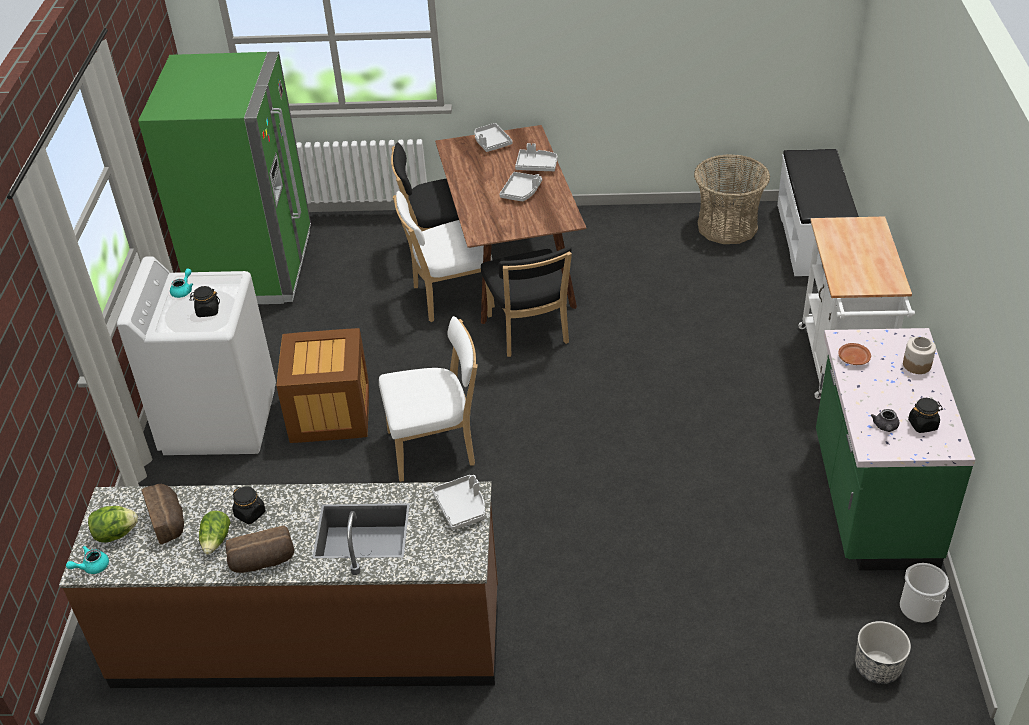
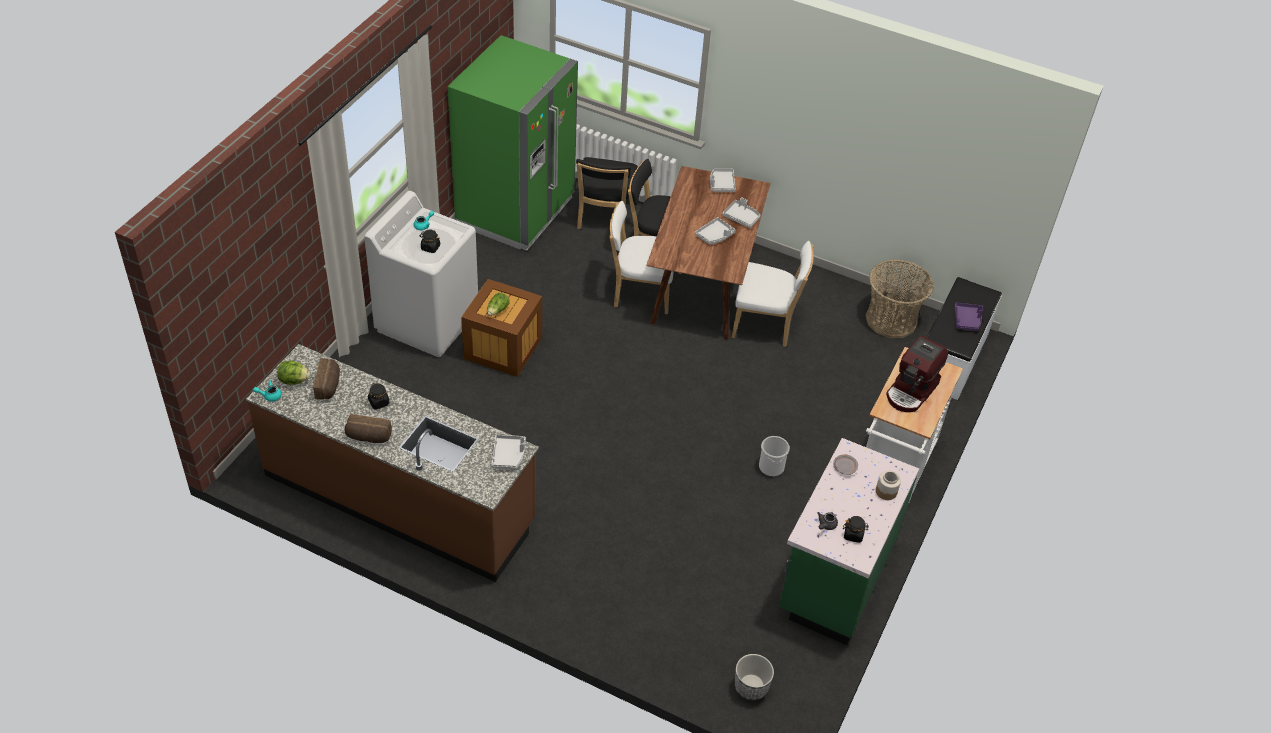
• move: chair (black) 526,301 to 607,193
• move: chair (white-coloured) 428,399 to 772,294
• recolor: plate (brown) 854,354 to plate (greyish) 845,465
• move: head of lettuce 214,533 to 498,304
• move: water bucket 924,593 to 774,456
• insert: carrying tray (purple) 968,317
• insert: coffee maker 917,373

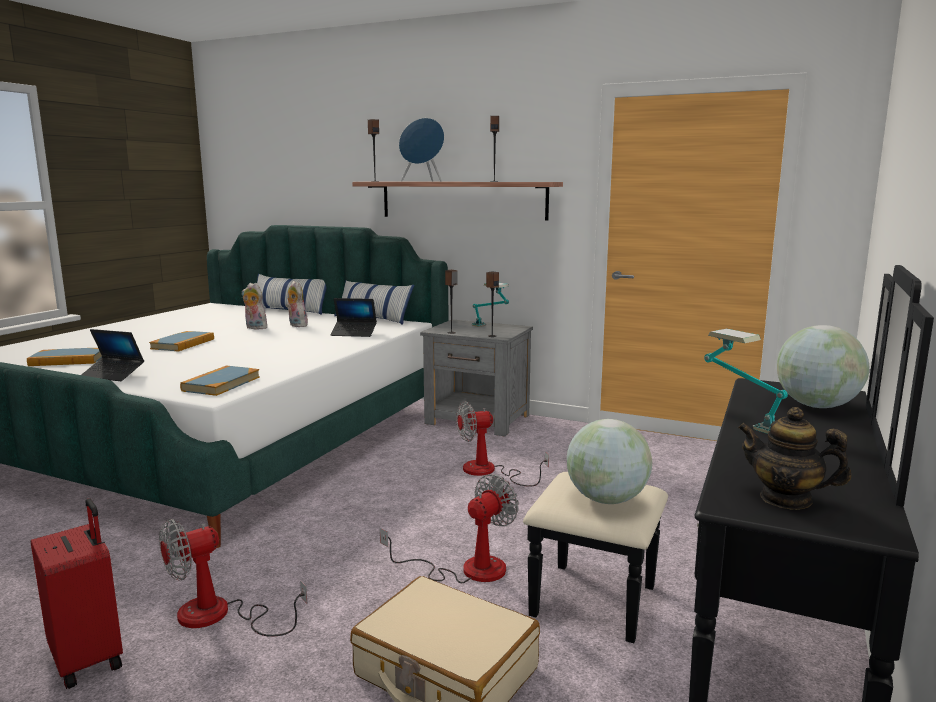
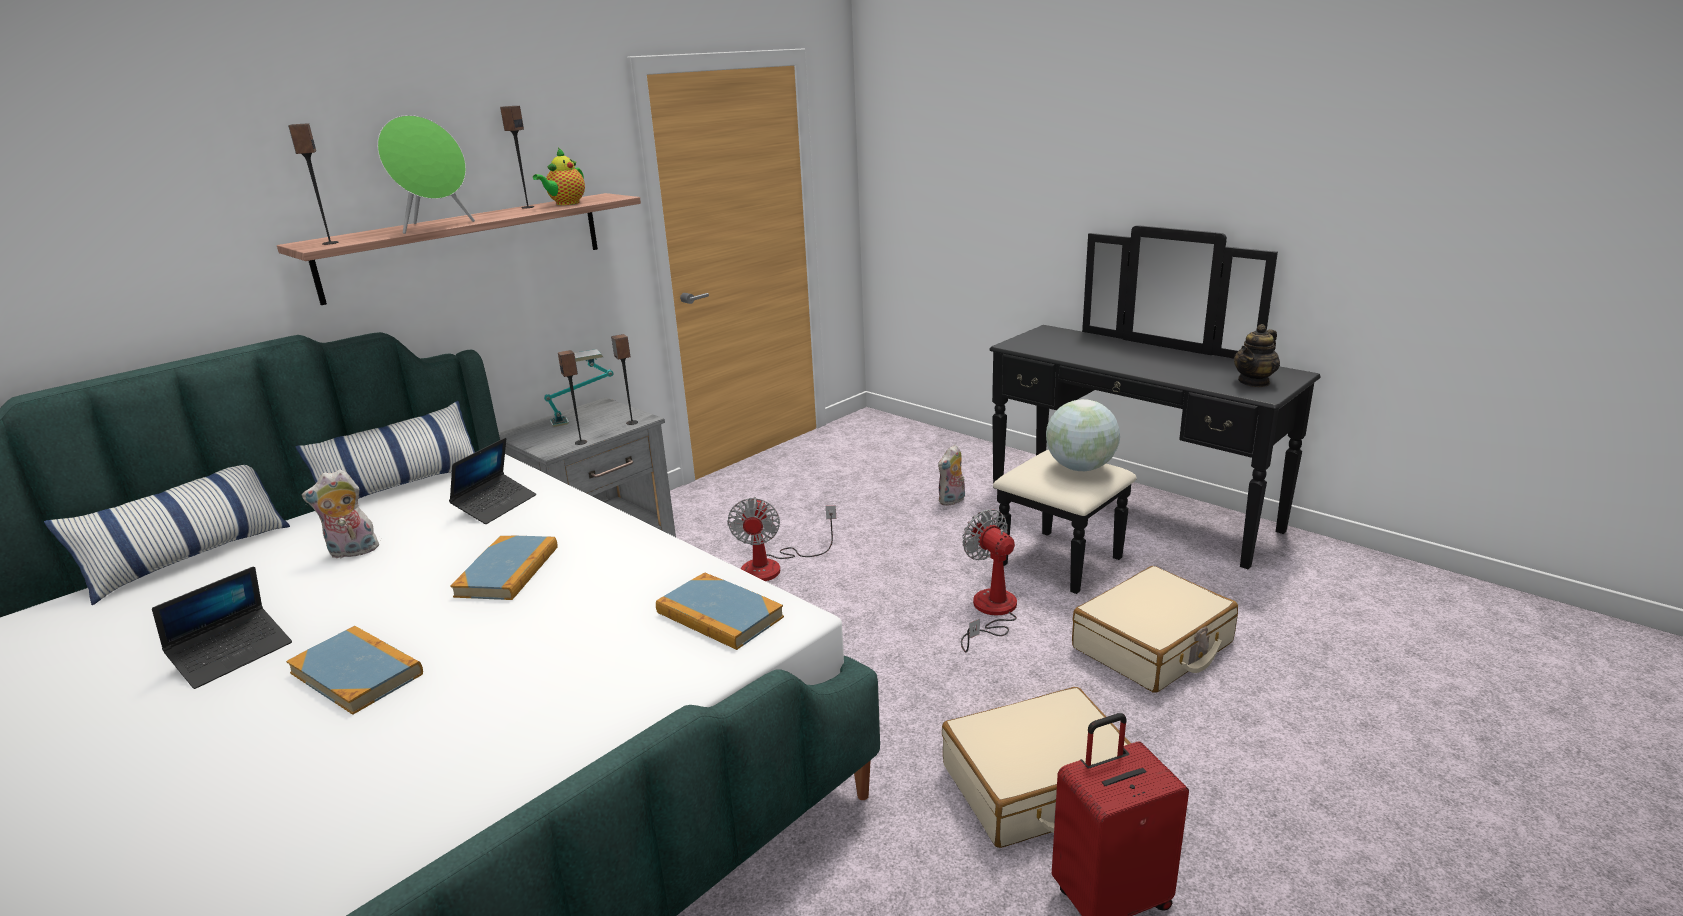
• recolor: audio speaker (blue) 421,150 to audio speaker (green-coloured) 426,174
• move: cuddly toy 254,306 to 951,475
• delete: world globe 823,366
• move: portable computer 112,355 to 222,627
• delete: lamp for a table 746,381
• move: volume 64,357 to 504,568
• replace: electric fan 233,578 to suitcase (sand-coloured) 1036,767
• insert: tea pot 559,176

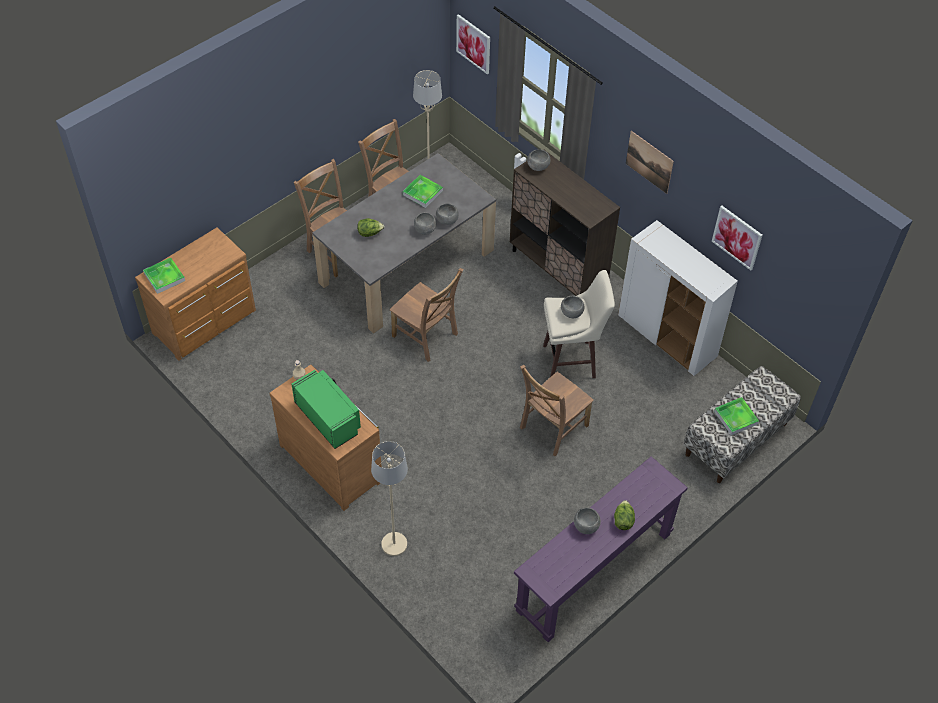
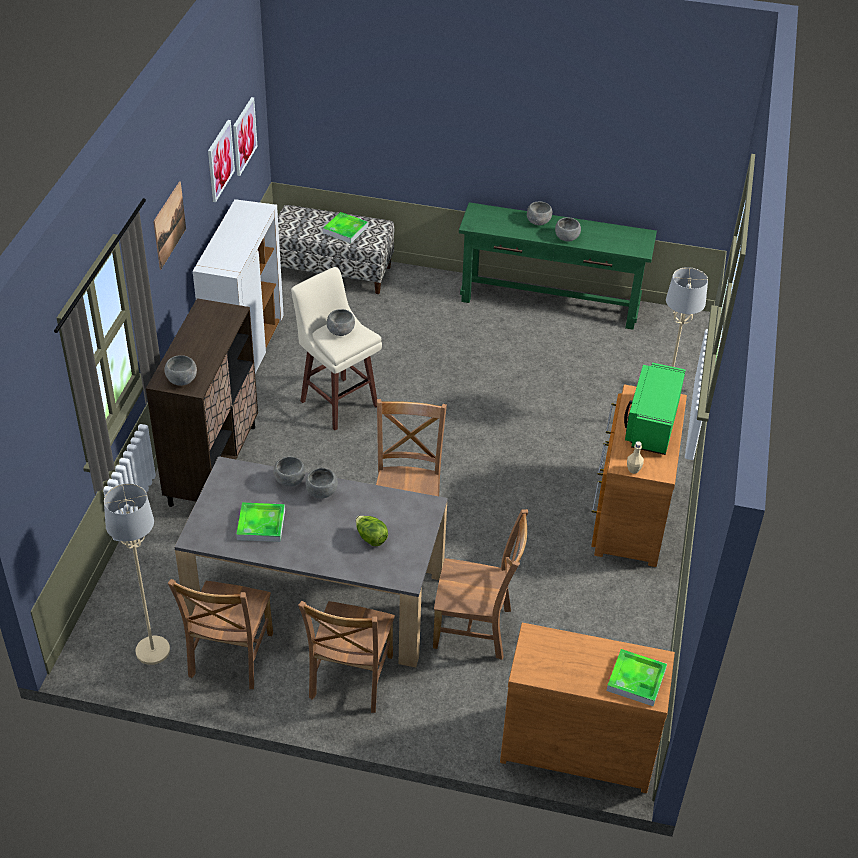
• move: wall picture 473,44 to 245,136
• move: chair (brown) 557,411 to 480,584
• recolor: hall table (purple) 601,549 to hall table (green-coloured) 558,265
• replace: head of lettuce 624,515 to serving bowl (greyish) 539,213

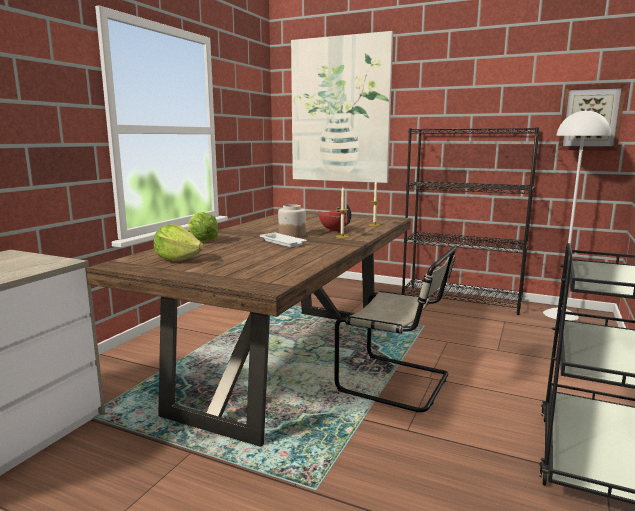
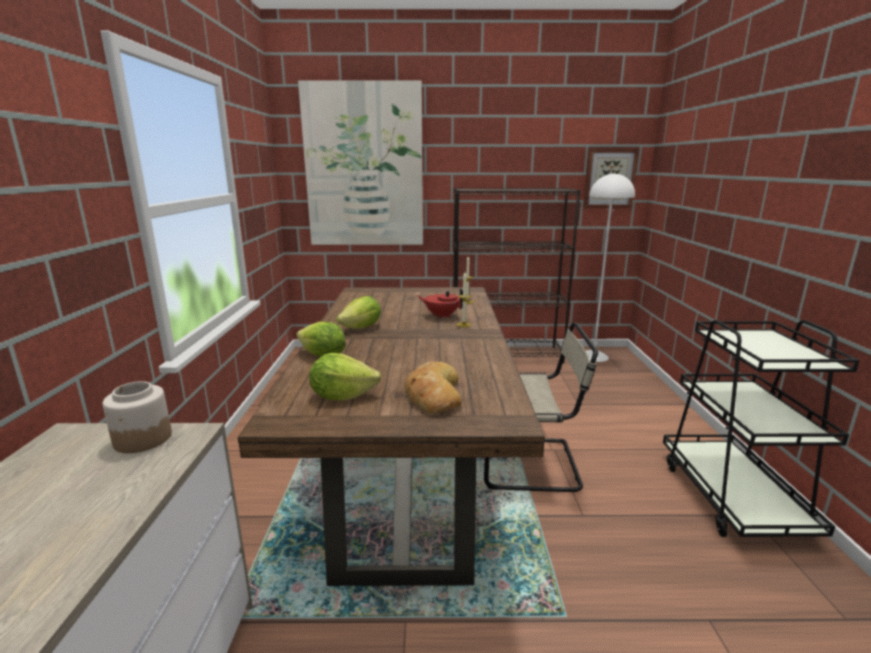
• move: storage jar 292,220 to 137,417
• delete: carrying tray (white-coloured) 283,239
• insert: head of lettuce 358,312
• insert: bread 433,388

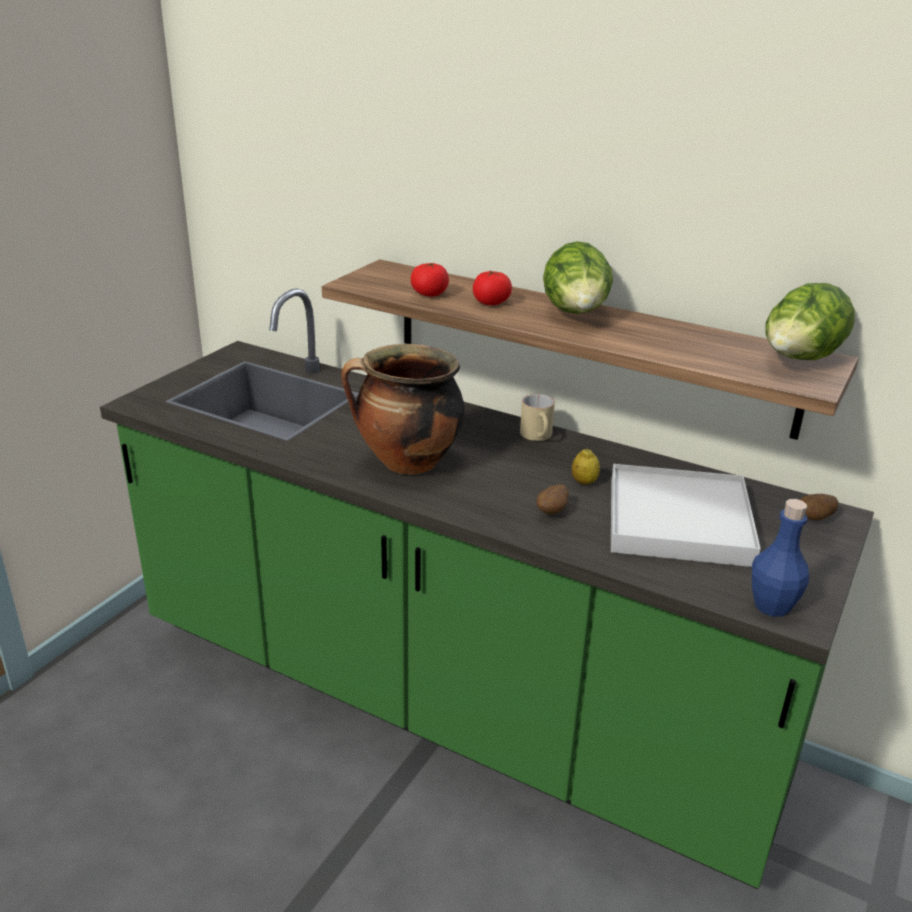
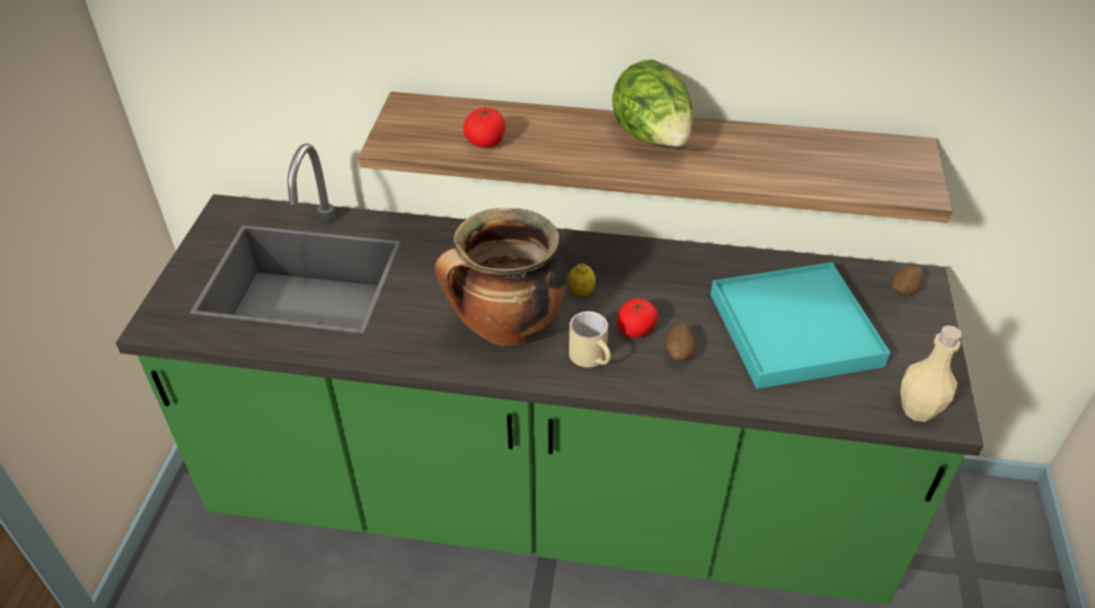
• move: tomato 492,288 to 637,318
• delete: head of lettuce 810,321
• move: tea mug (sand-coloured) 537,417 to 590,339
• move: citrus fruit 586,467 to 581,280
• recolor: carrying tray (white-coloured) 686,515 to carrying tray (turquoise-coloured) 800,325
• recolor: bottle (blue) 780,558 to bottle (sand-coloured) 931,373

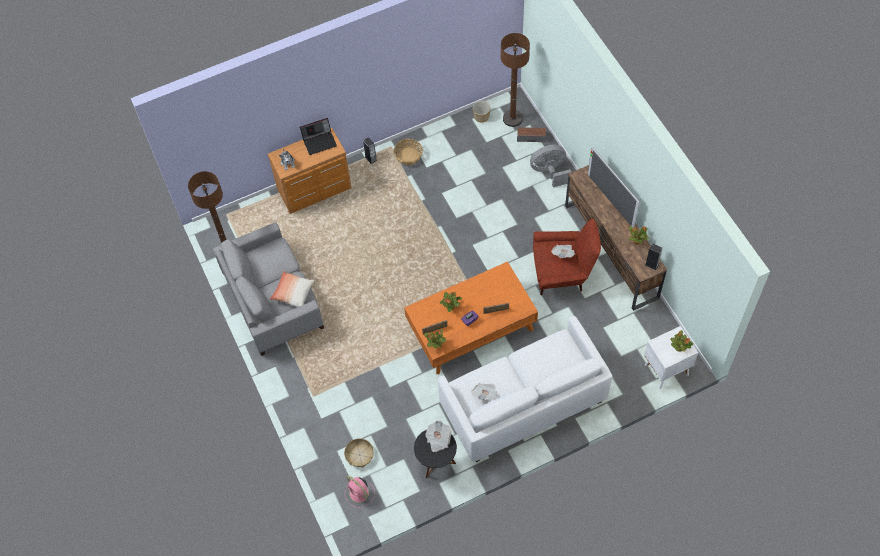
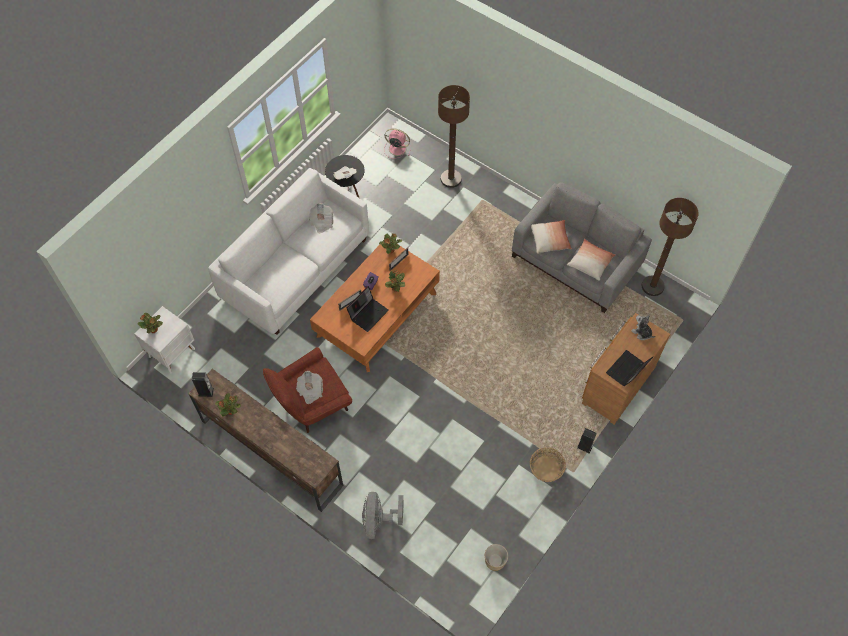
• move: standing lamp (brown) 515,80 to 454,136
• delete: audio speaker 531,134
• rotate: electric fan (greyish) 551,166 = 383,515 135 degrees clockwise
• delete: television 614,187
• delete: household basket 359,452
• insert: throw pillow 591,260
• insert: portable computer 368,309

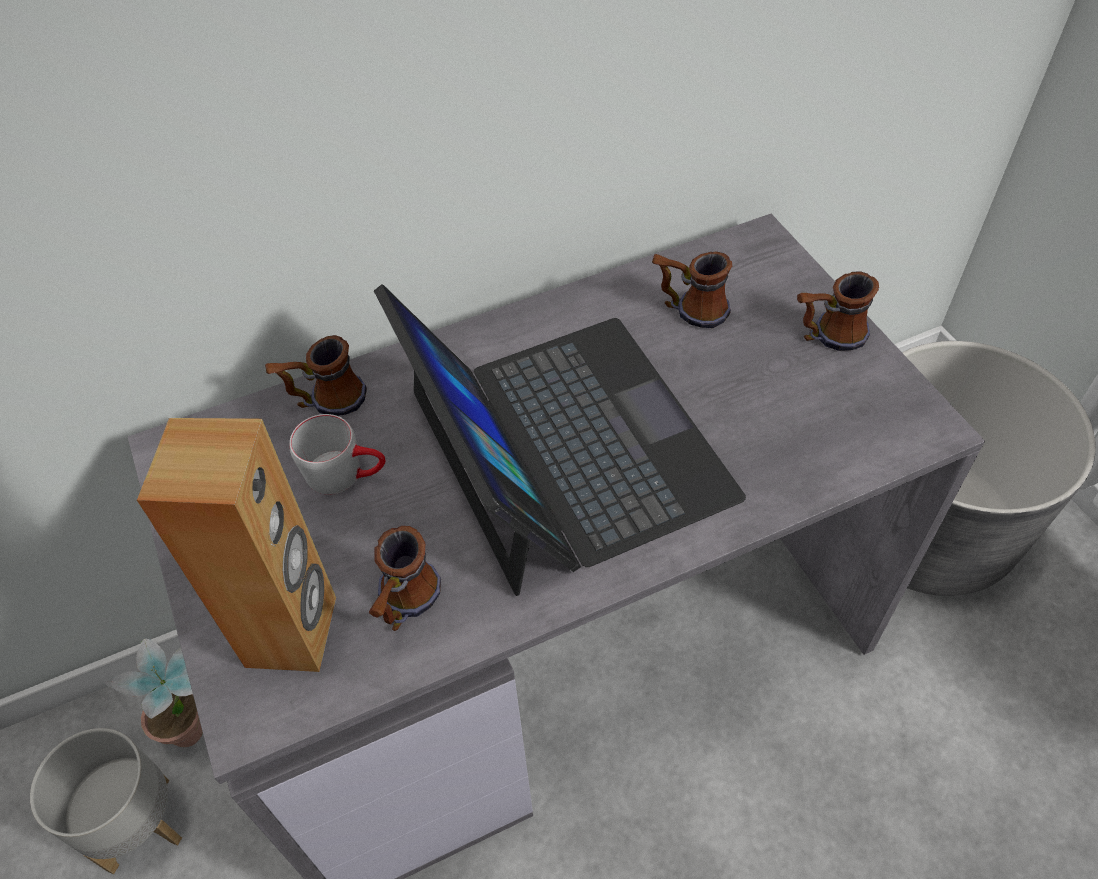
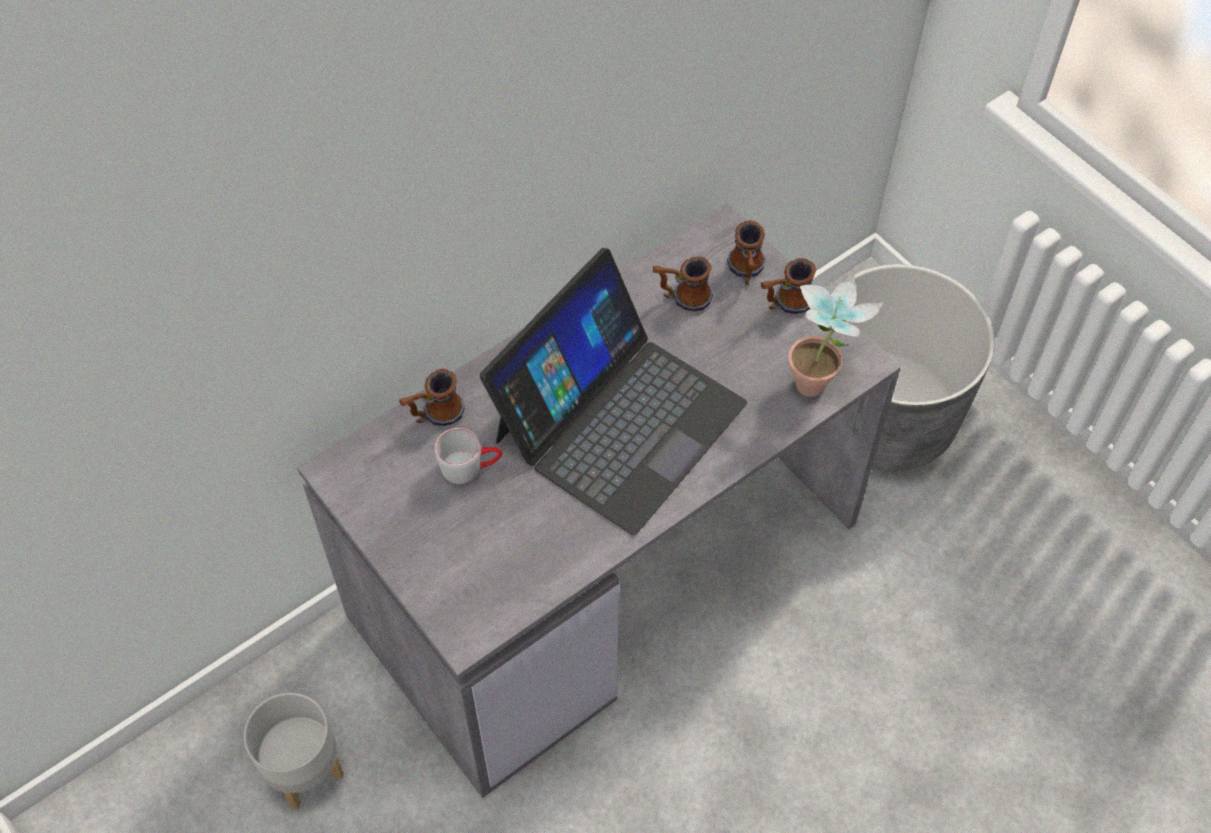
• rotate: portable computer 560,440 = 613,391 75 degrees clockwise
• delete: audio speaker (brown) 236,545
• move: tea mug 405,578 to 746,252
• move: houseplant 153,693 to 835,336

